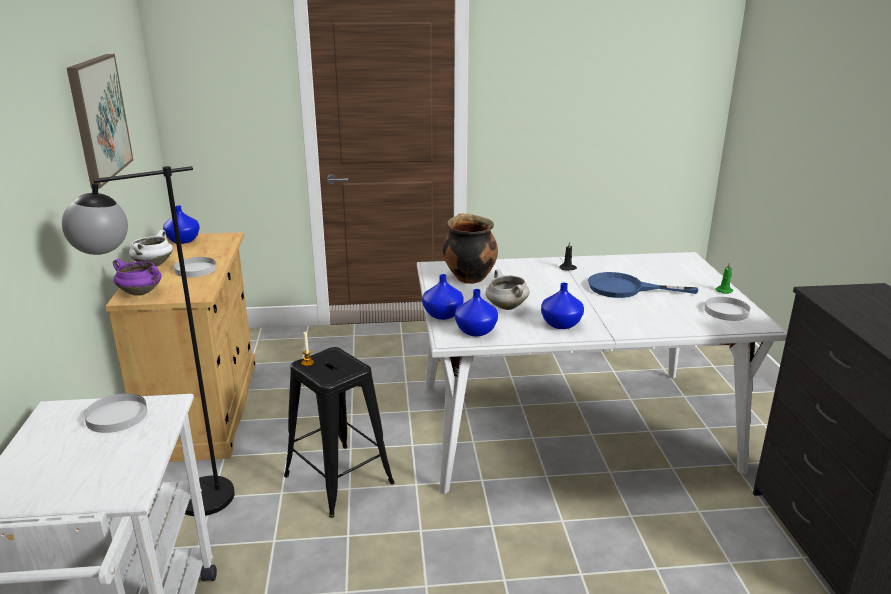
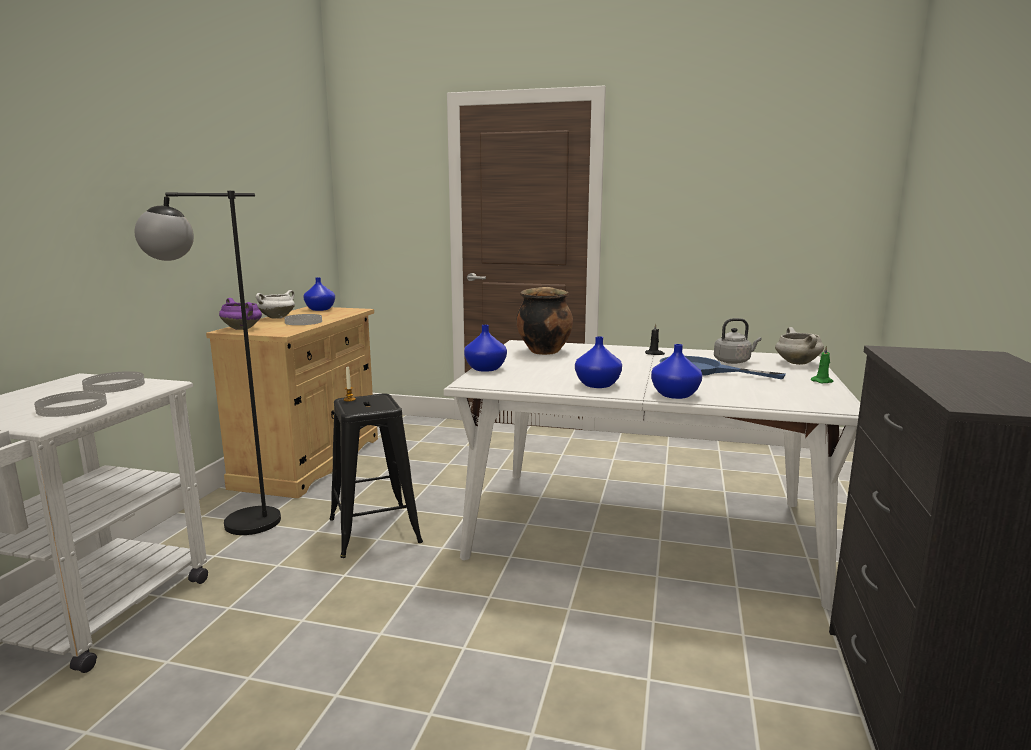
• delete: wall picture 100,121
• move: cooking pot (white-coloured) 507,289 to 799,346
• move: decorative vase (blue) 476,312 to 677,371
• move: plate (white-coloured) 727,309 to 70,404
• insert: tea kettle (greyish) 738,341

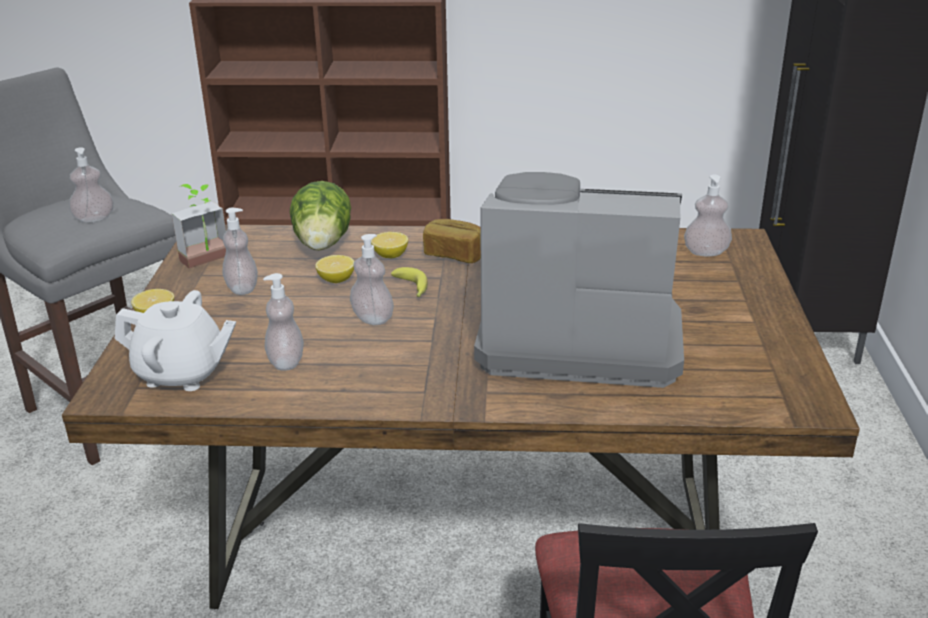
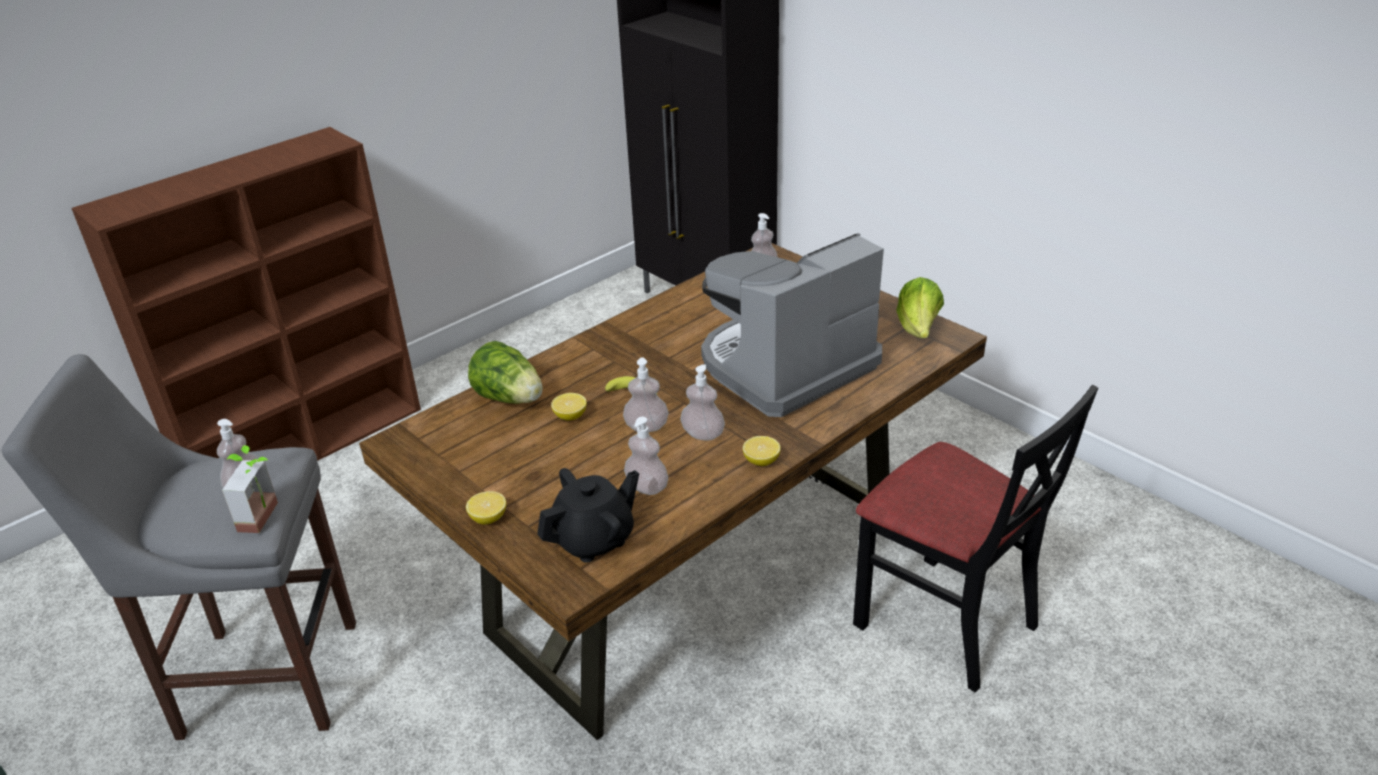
• move: houseplant 199,226 to 250,489
• move: liquid soap bottle 240,251 to 702,402
• delete: bread 452,241
• move: citrus fruit 389,245 to 762,451
• recolor: tea pot (white-coloured) 175,340 to tea pot (black) 588,515
• insert: head of lettuce 920,307

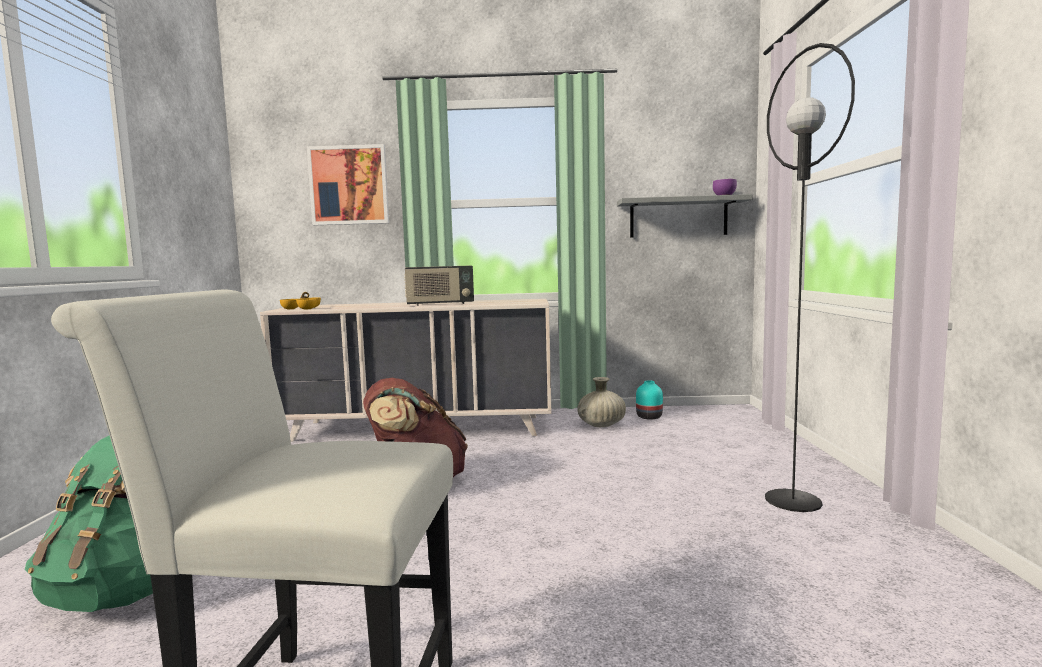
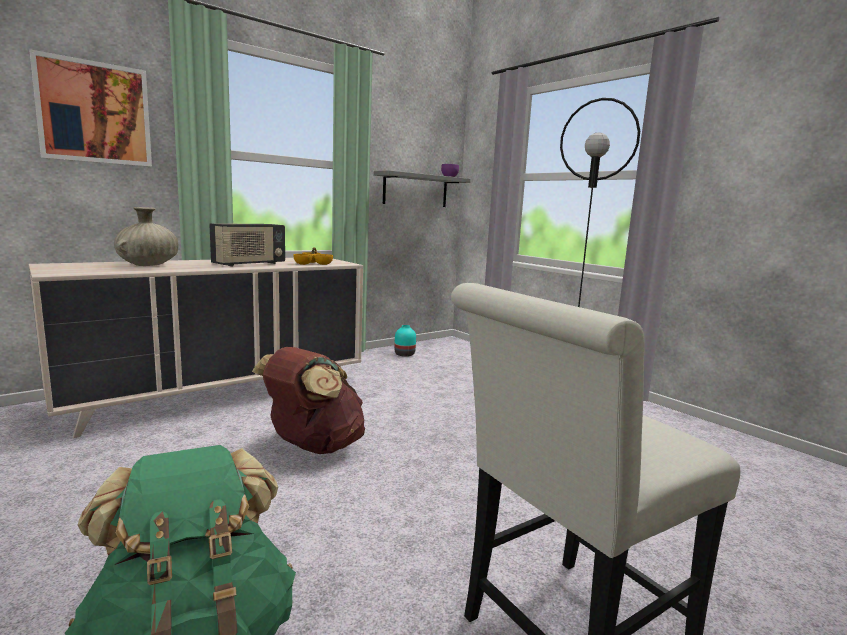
• move: serving bowl 300,301 to 313,256
• move: decorative vase (sand-coloured) 601,402 to 146,236

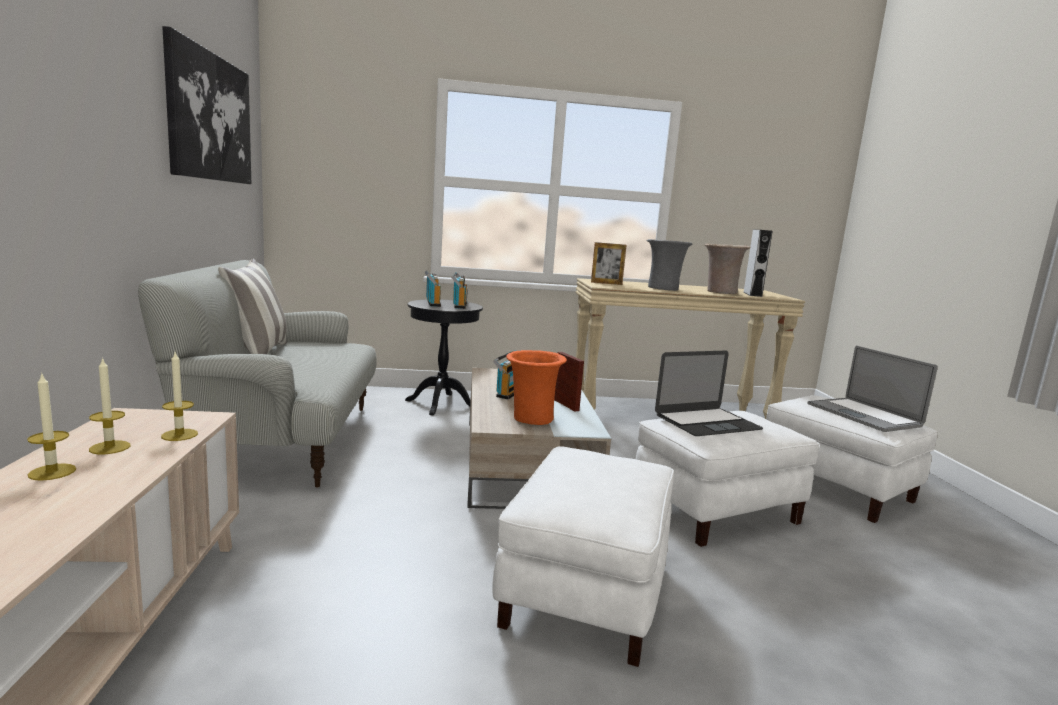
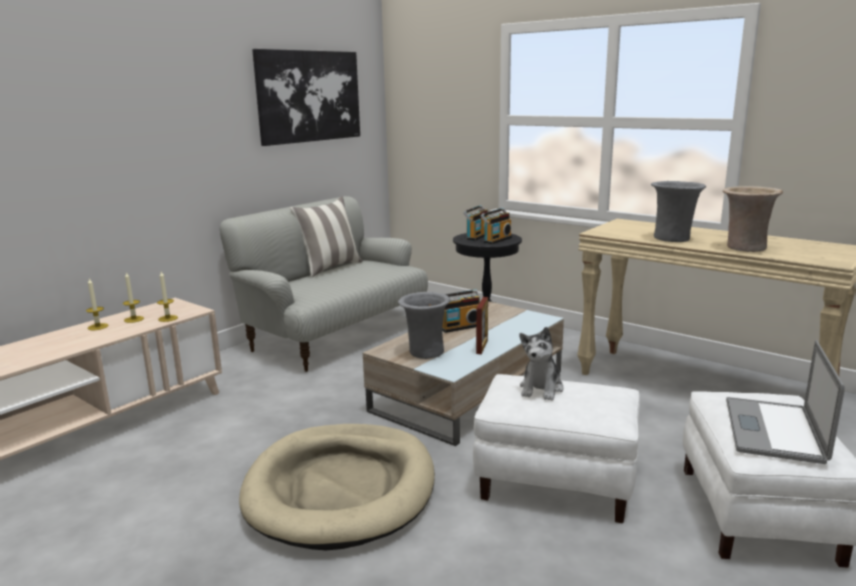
• delete: audio speaker (greyish) 758,263
• delete: photo frame 609,263
• recolor: decorative vase (orange) 536,387 to decorative vase (greyish) 424,325
• replace: portable computer 709,393 to cuddly toy 541,364
• replace: ottoman (white-coloured) 583,556 to pet bed (sand-coloured) 337,487

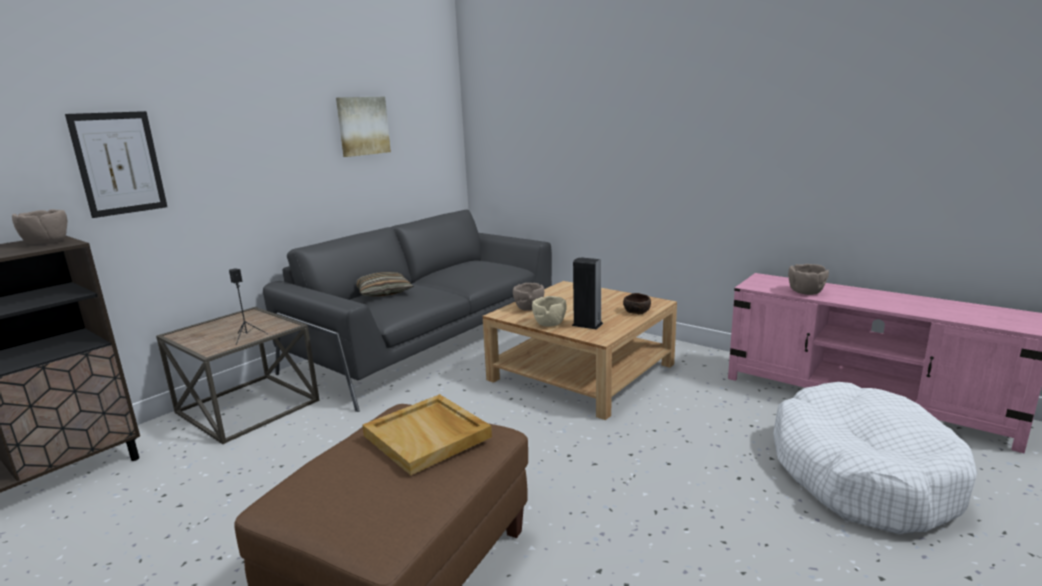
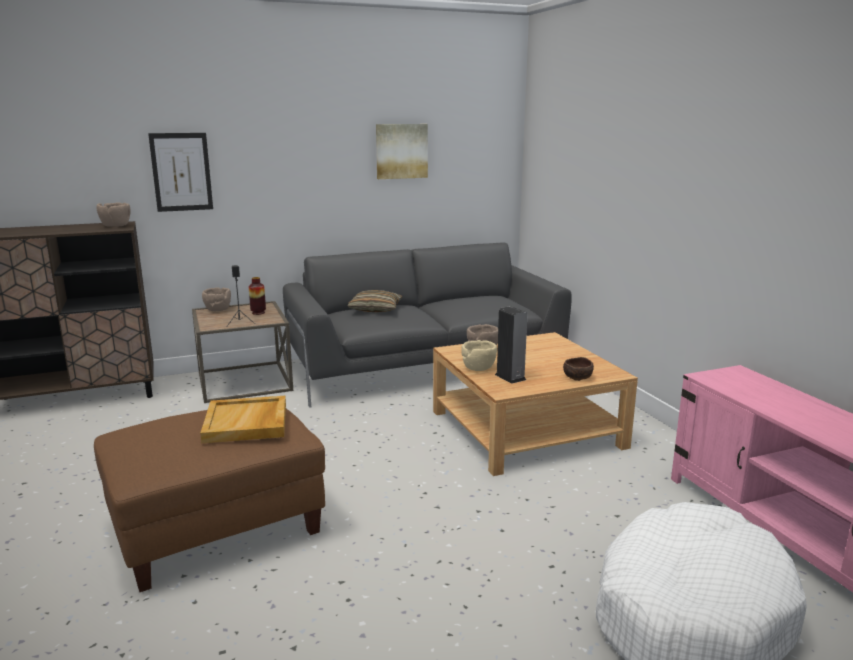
• move: serving bowl (brown) 808,279 to 216,299
• insert: decorative vase 257,296

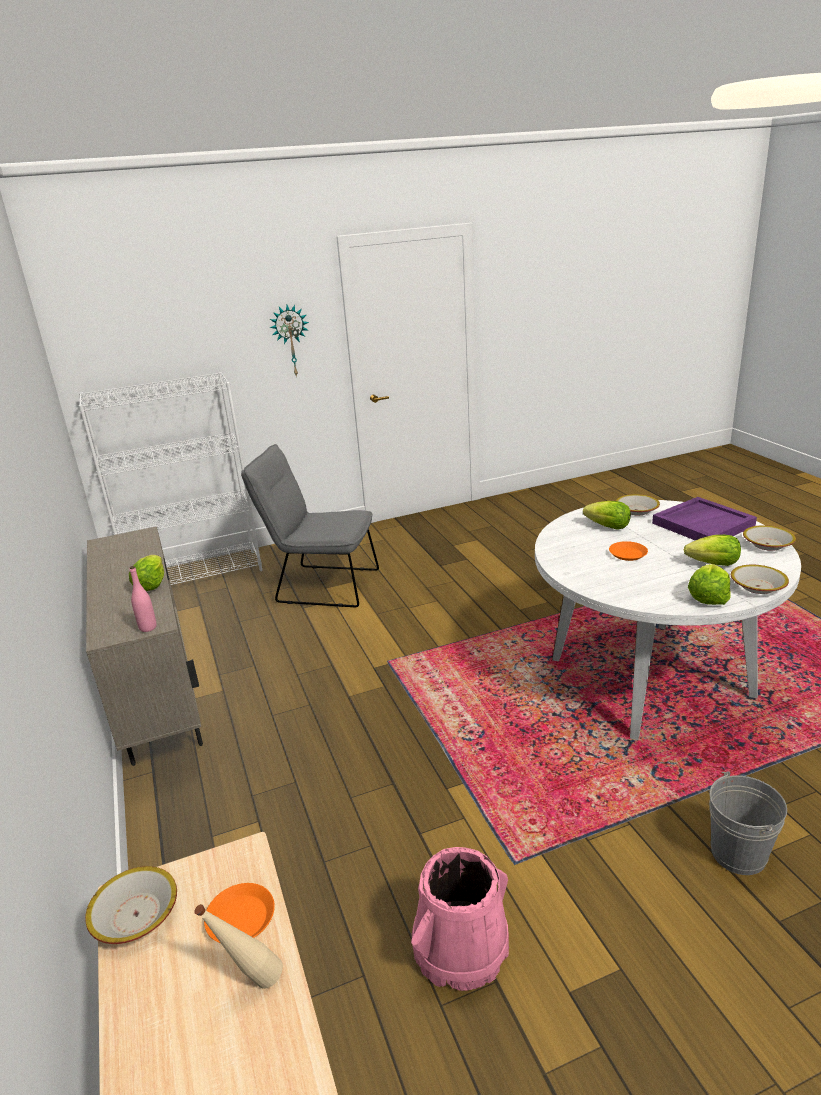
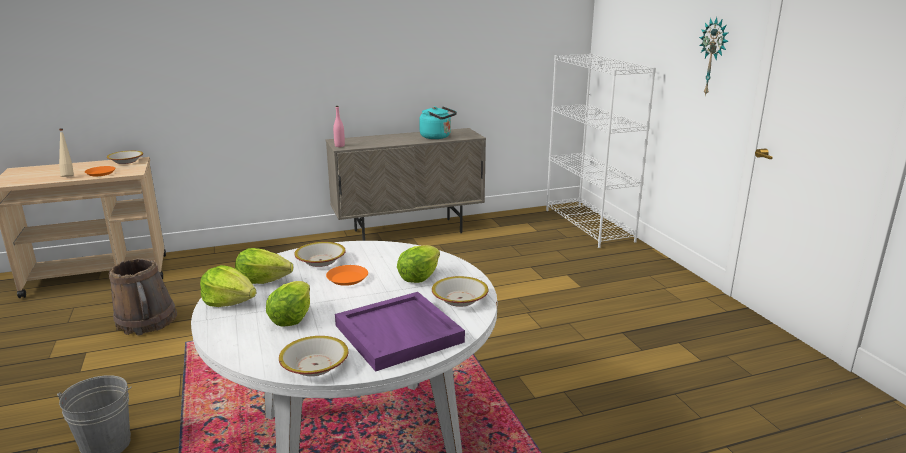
• delete: chair (greyish) 310,525
• move: head of lettuce 146,573 to 264,266
• move: serving bowl 760,579 to 320,254
• recolor: water bucket (pink-coloured) 460,919 to water bucket (brown) 143,296
• insert: tea kettle (turquoise-coloured) 438,122

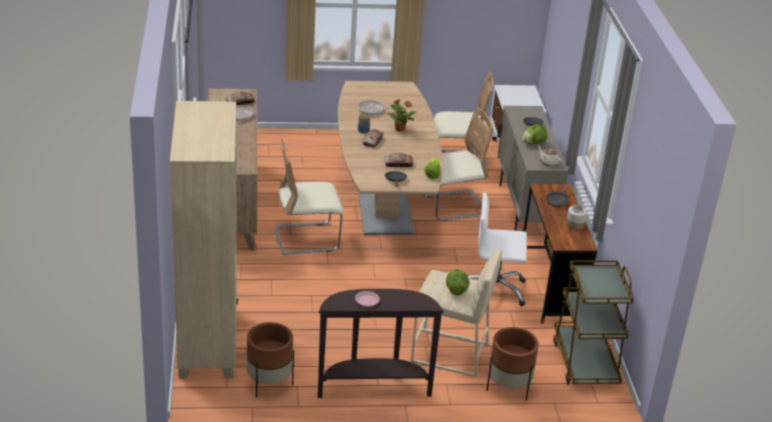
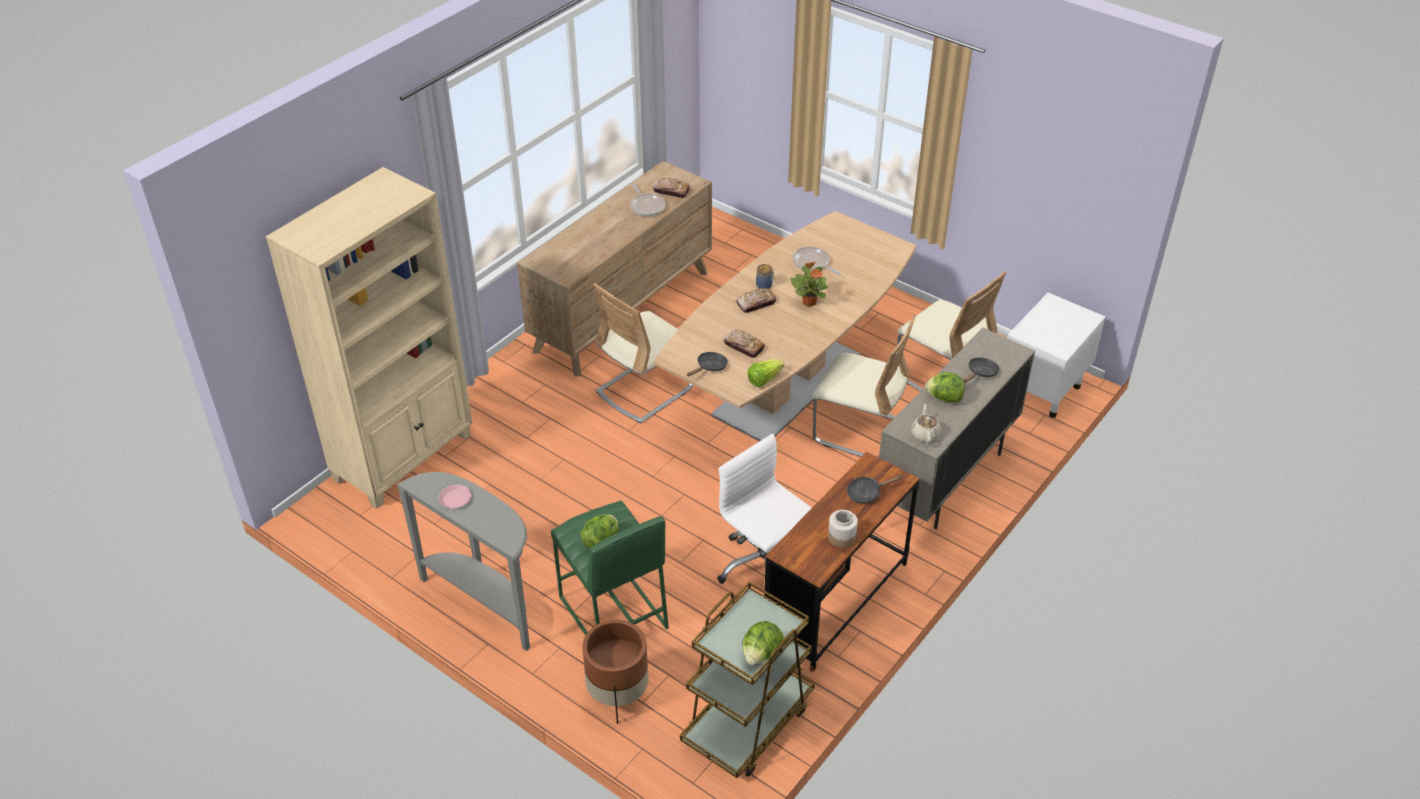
• rotate: chair (sand-coloured) 309,196 = 643,353 75 degrees counterclockwise
• recolor: sitting stool (sand-coloured) 456,313 to sitting stool (green-coloured) 610,568
• recolor: hall table (brown) 381,343 to hall table (greyish) 463,561
• delete: plant pot (brown) 270,360
• insert: head of lettuce 763,643

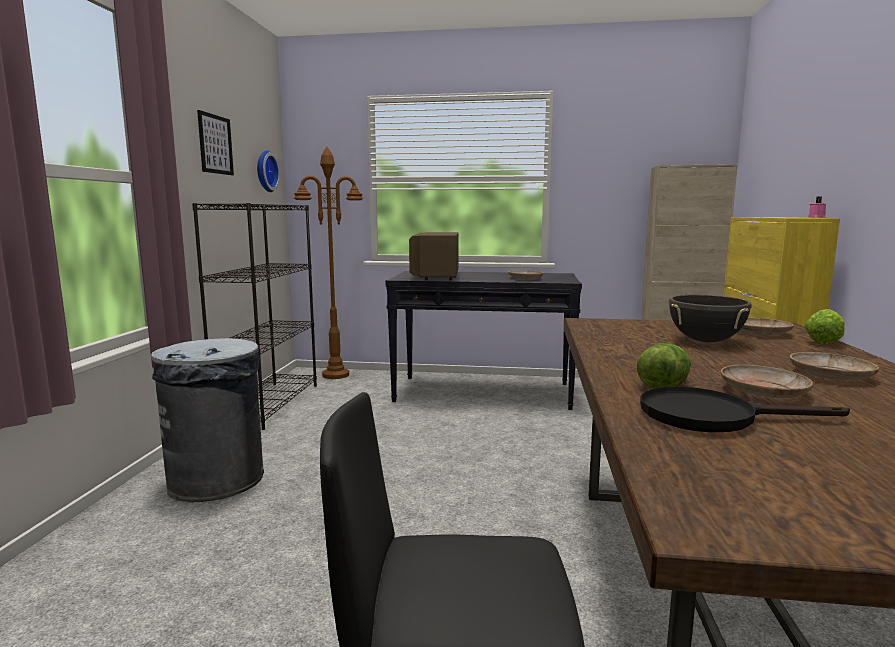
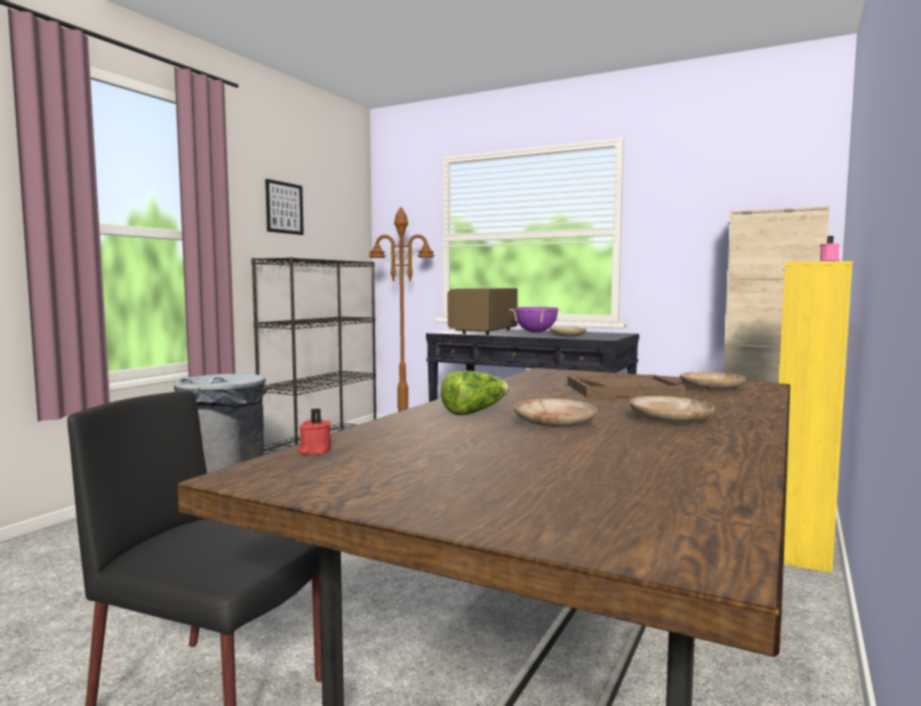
• delete: clock on the wall 268,171
• replace: cooking pot (black) 710,318 to carrying tray (brown) 626,386
• delete: head of lettuce 824,326
• delete: pan (black) 745,409
• insert: cooking pot (purple) 536,320
• insert: wax candle (reddish) 314,431

